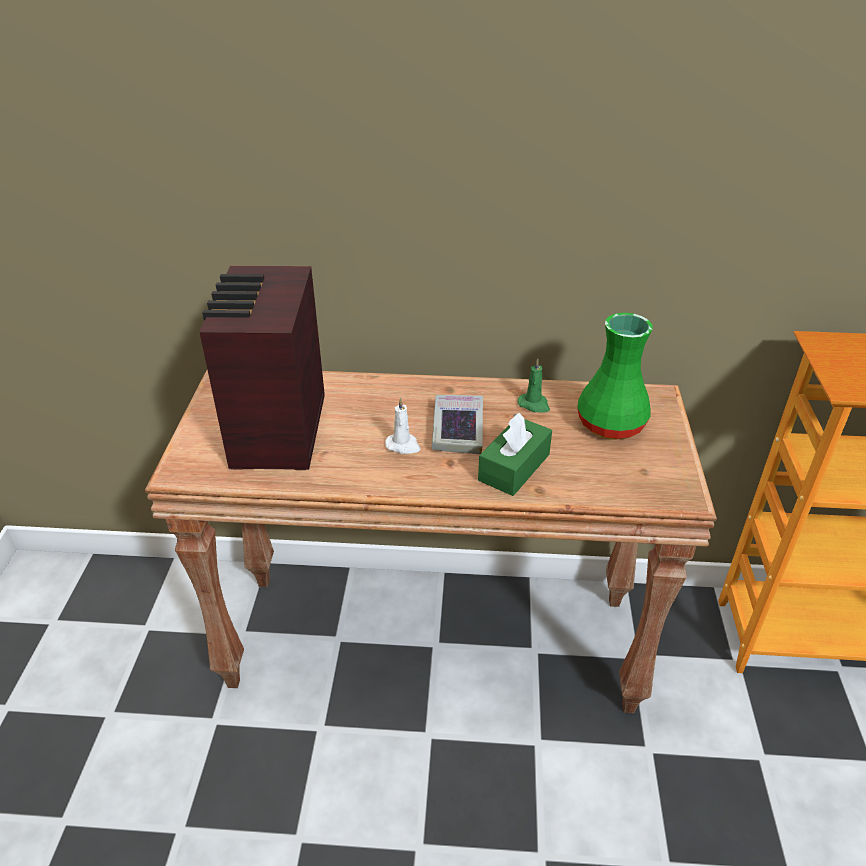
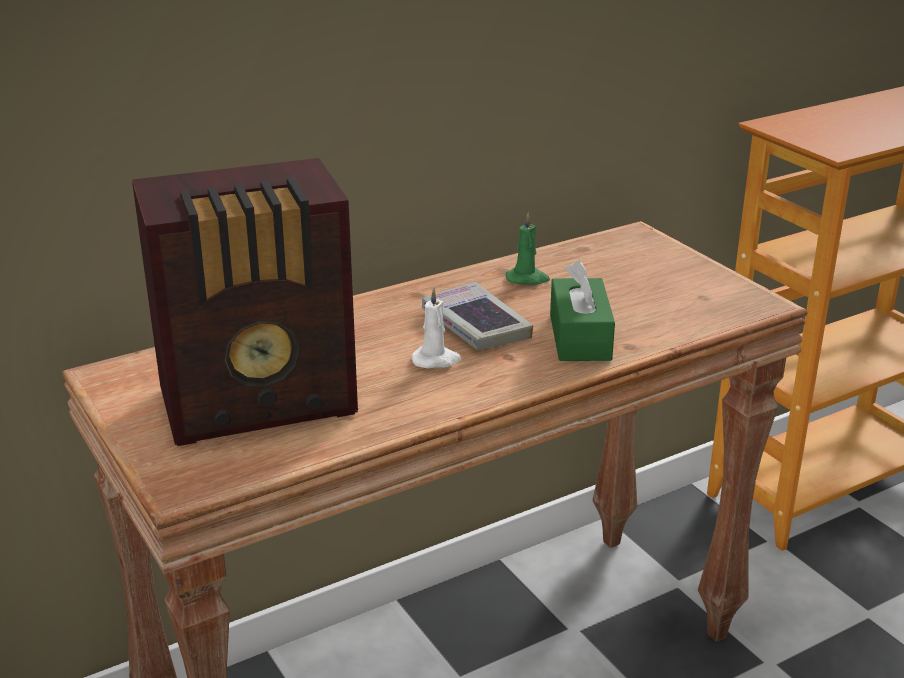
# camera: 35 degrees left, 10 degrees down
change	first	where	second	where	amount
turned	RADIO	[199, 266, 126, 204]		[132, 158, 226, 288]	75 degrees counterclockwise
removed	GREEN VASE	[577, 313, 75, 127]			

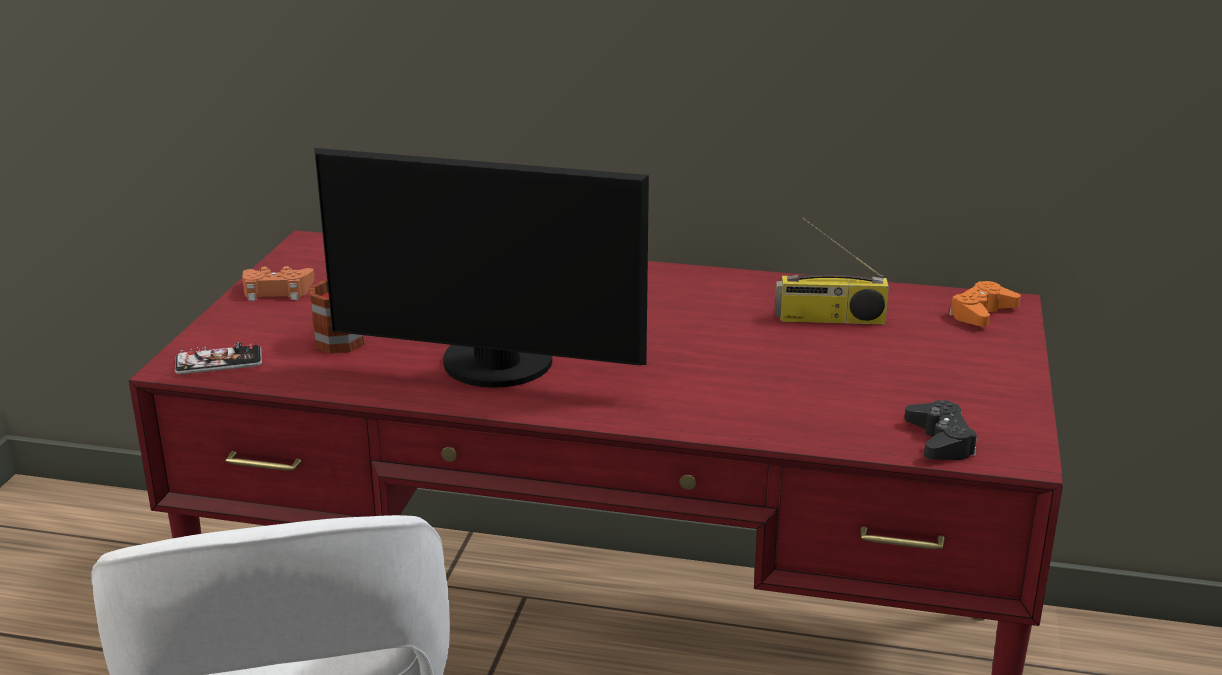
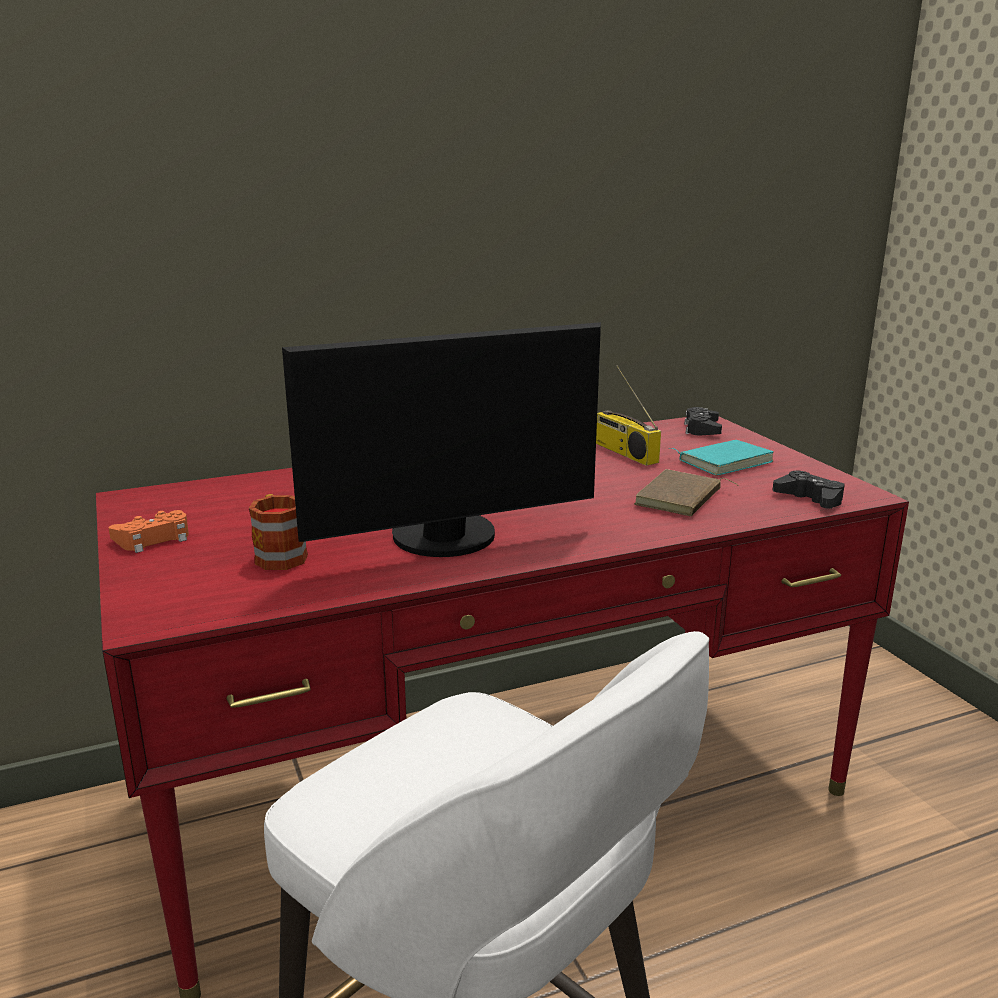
# camera: 35 degrees left, 5 degrees down
change	first	where	second	where	amount
turned	RADIO	[775, 218, 114, 106]		[596, 365, 65, 101]	90 degrees clockwise
recoloured	ORANGE GAME CONTROLLER	[949, 281, 72, 46]	BLACK GAME CONTROLLER	[684, 407, 38, 28]	
removed	PHONE	[175, 342, 87, 32]			
added			TURQUOISE BOOK	[669, 440, 105, 35]	
added			BROWN BOOK	[634, 469, 105, 48]	

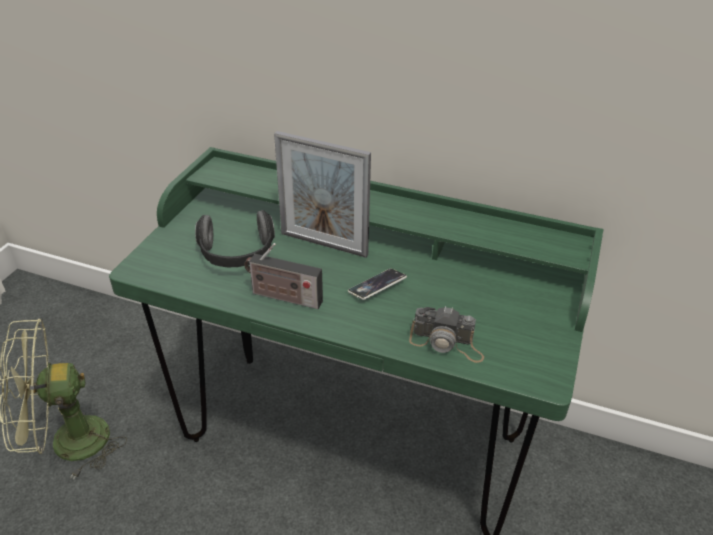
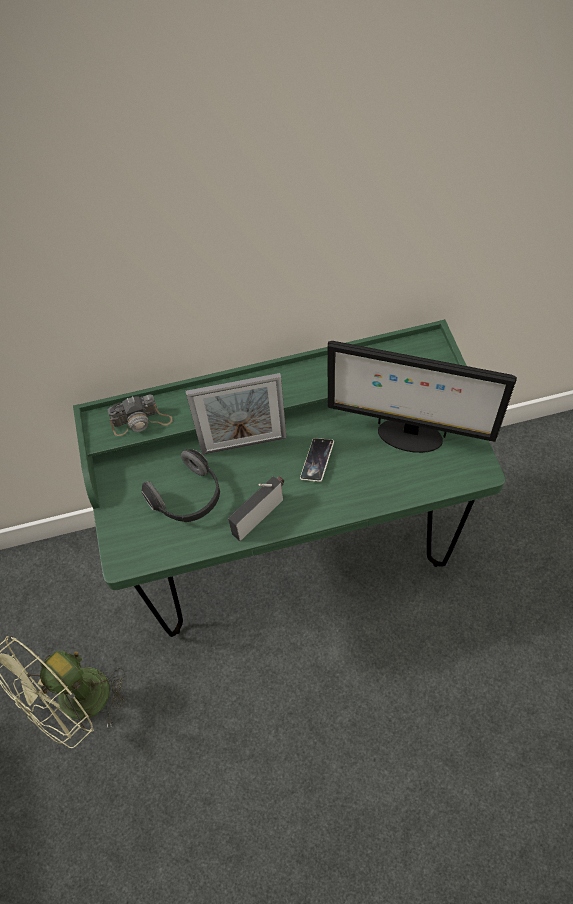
# camera: 30 degrees left, 20 degrees up
change	first	where	second	where	amount
turned	RADIO	[244, 243, 79, 66]		[228, 476, 56, 65]	150 degrees clockwise
moved	PHOTO CAMERA	[409, 306, 75, 57]		[108, 394, 65, 42]	
added			MONITOR	[327, 341, 190, 112]	

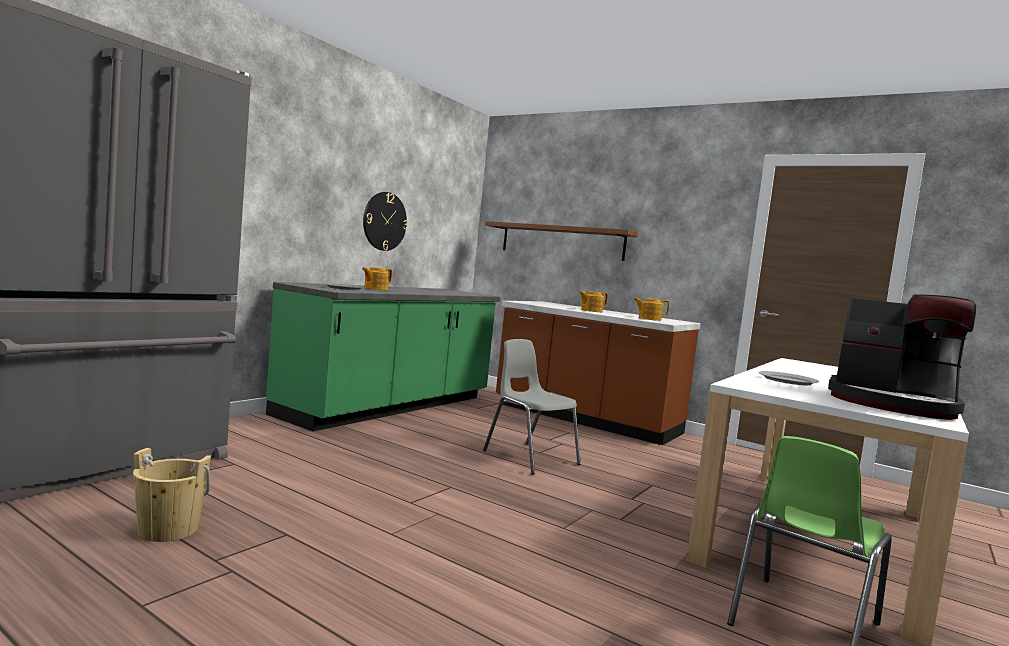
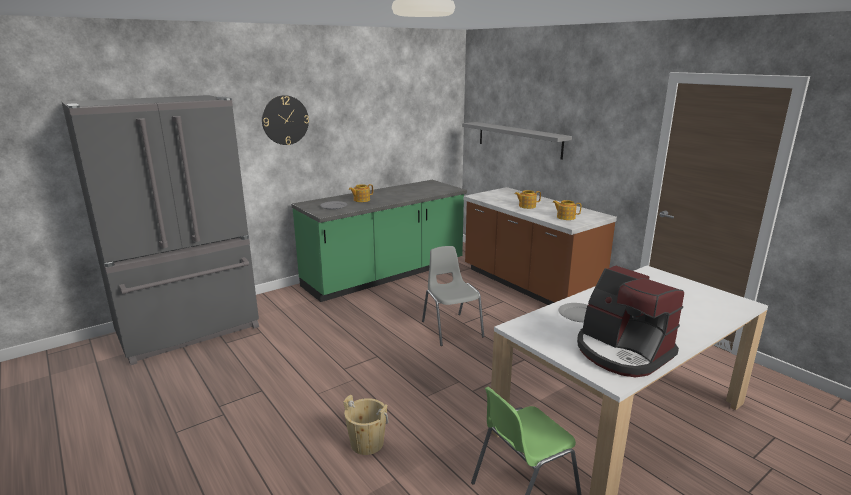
# camera: 20 degrees right, 15 degrees up
change	first	where	second	where	amount
moved	WALL CLOCK	[363, 192, 45, 59]		[262, 95, 47, 50]	
recoloured	BROWN SHELF	[485, 221, 153, 40]	GREY SHELF	[462, 122, 110, 38]	
moved	BEIGE BUCKET	[133, 448, 78, 94]		[343, 394, 45, 61]	

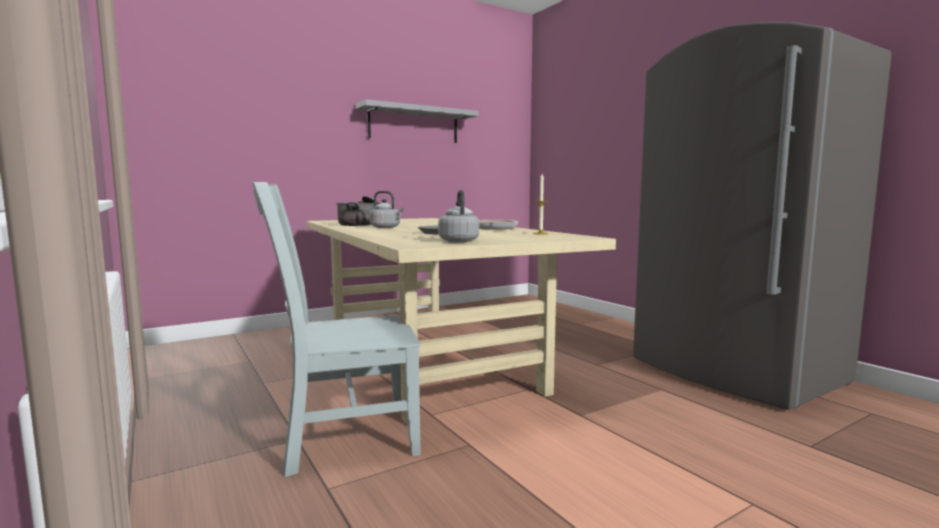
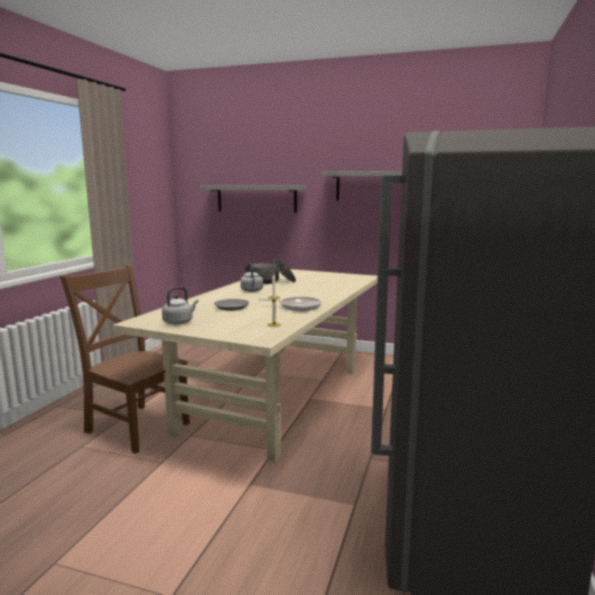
# camera: 50 degrees right, 5 degrees up
change	first	where	second	where	amount
recoloured	GREY CHAIR	[252, 182, 169, 295]	BROWN CHAIR	[60, 265, 130, 189]	
added			GREY SHELF	[199, 185, 107, 28]	

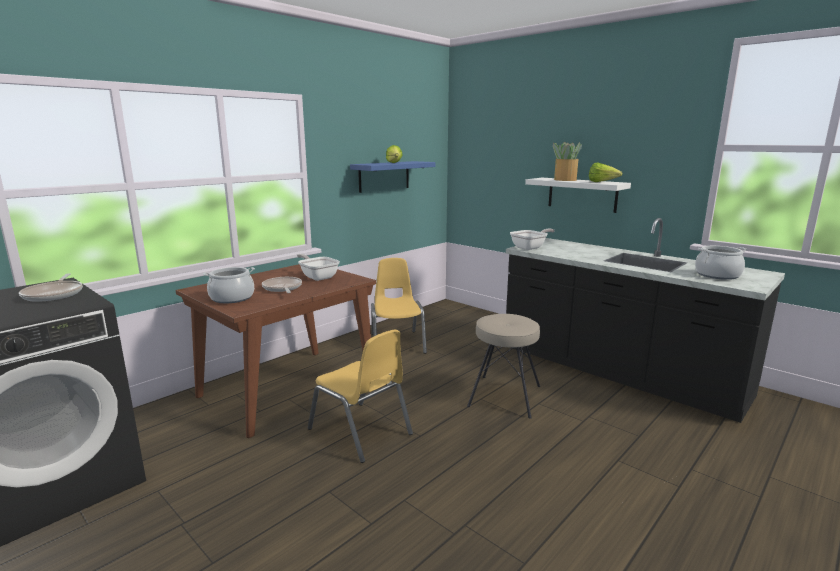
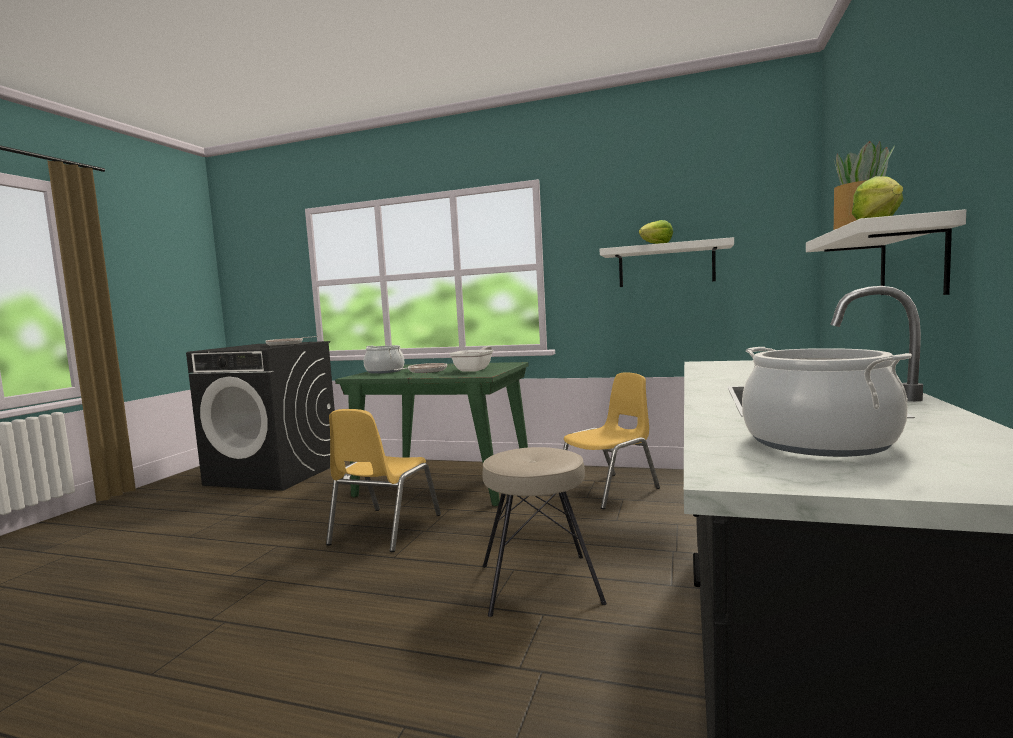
# camera: 65 degrees right, 10 degrees down
change	first	where	second	where	amount
recoloured	BLUE SHELF	[350, 161, 85, 32]	WHITE SHELF	[600, 237, 134, 50]	
removed	FRYING PAN	[510, 228, 45, 22]			
recoloured	BROWN DINING TABLE	[176, 264, 200, 174]	GREEN DINING TABLE	[335, 362, 194, 144]	

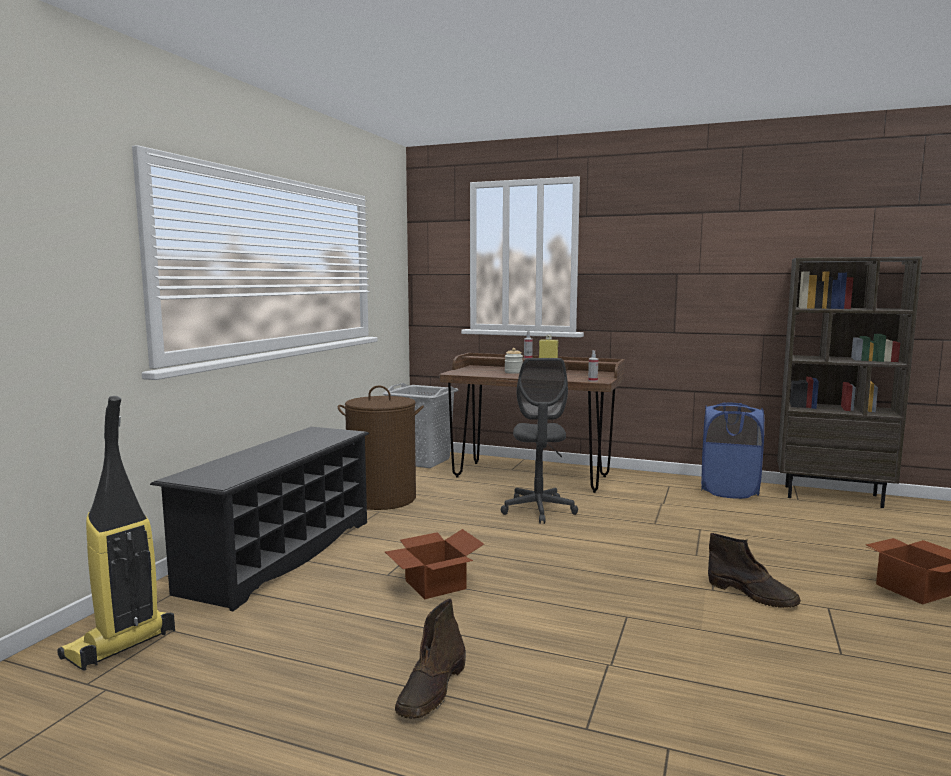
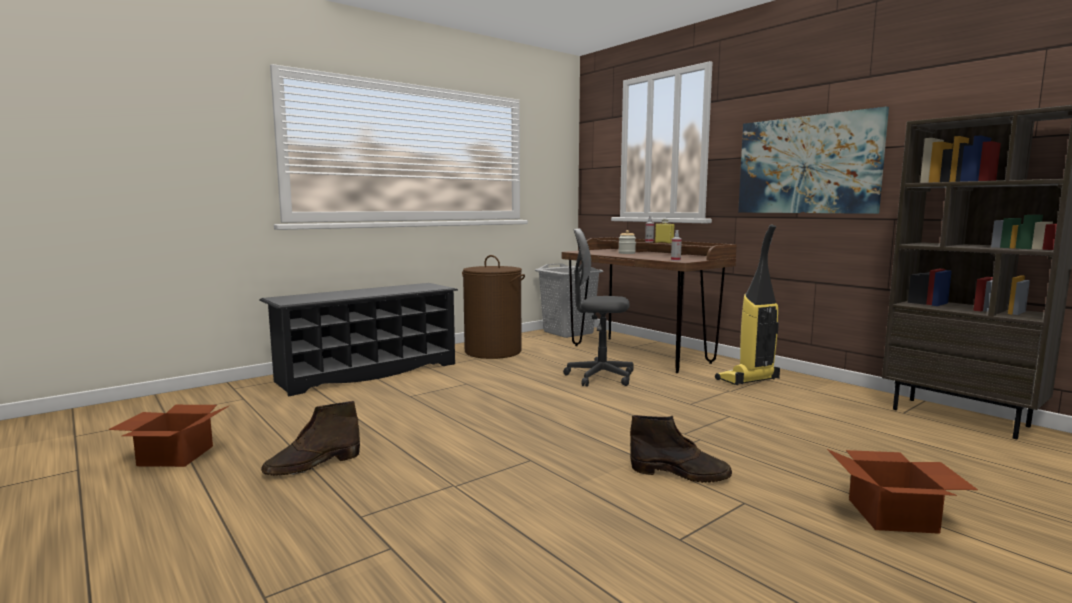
# camera: 30 degrees right, 0 degrees up
change	first	where	second	where	amount
turned	GREY OFFICE CHAIR	[501, 358, 77, 166]		[563, 228, 71, 159]	75 degrees clockwise
moved	VACUUM CLEANER	[57, 396, 118, 275]		[715, 225, 65, 160]	
removed	BLUE LAUNDRY BASKET	[701, 402, 63, 97]			
moved	CARDBOARD BOX	[385, 529, 99, 70]		[108, 405, 122, 62]	
turned	BROWN BOOT	[708, 533, 93, 75]		[630, 415, 102, 68]	60 degrees counterclockwise
added			PICTURE	[738, 106, 151, 108]	

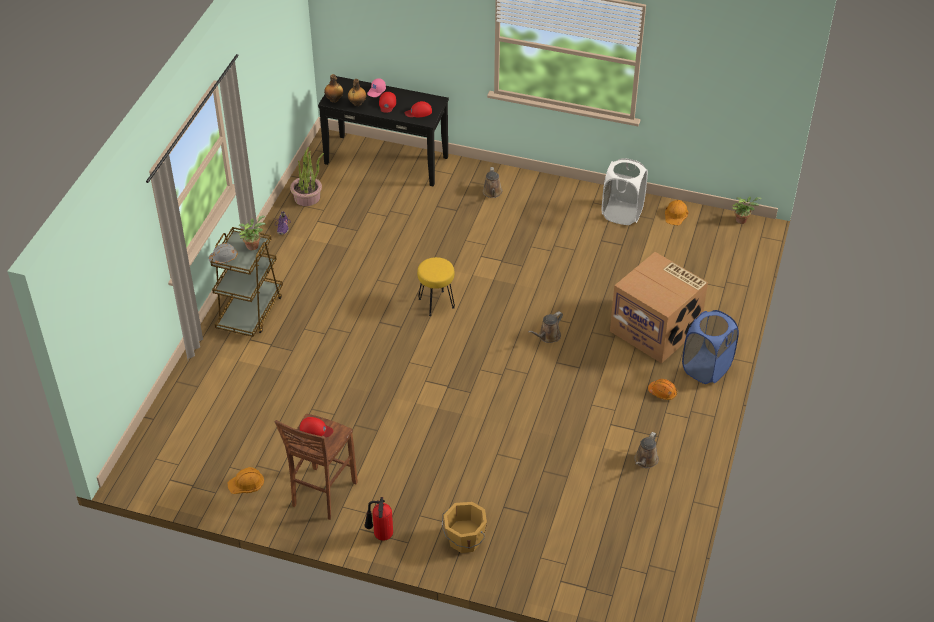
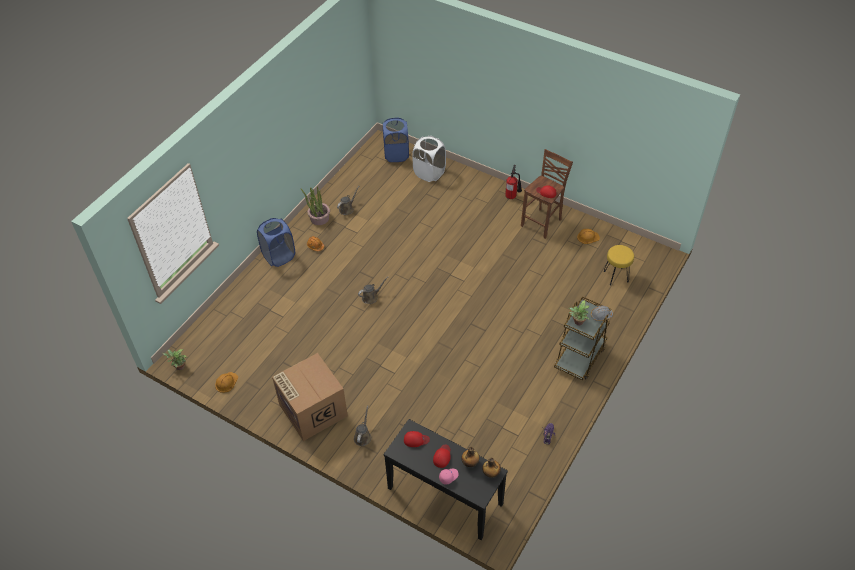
# camera: 165 degrees left, 5 degrees up
change	first	where	second	where	amount
moved	POTTED PLANT	[290, 147, 34, 59]		[301, 186, 29, 39]	
moved	WHITE LAUNDRY BASKET	[602, 158, 46, 67]		[412, 136, 34, 46]	
moved	CARDBOARD BOX	[610, 252, 98, 112]		[272, 353, 76, 88]	
moved	YELLOW STOOL	[417, 257, 38, 59]		[604, 245, 30, 40]	
removed	ORANGE BUCKET	[442, 502, 45, 51]			
added			BLUE LAUNDRY BASKET	[383, 118, 26, 44]	

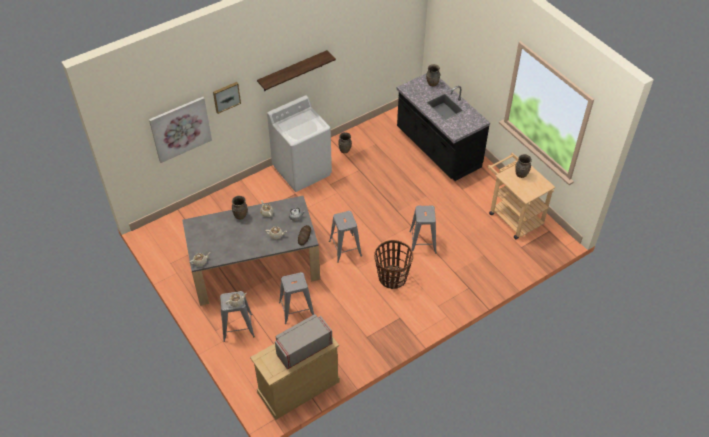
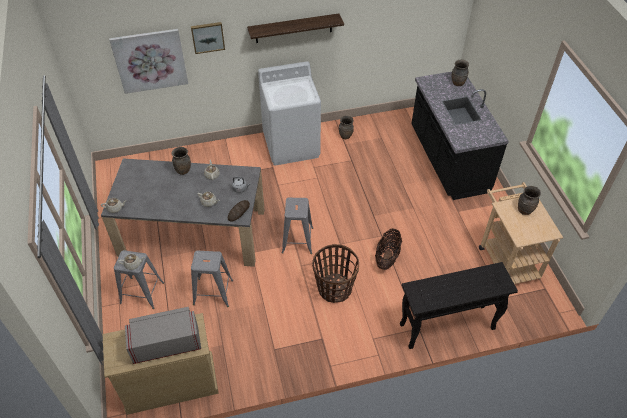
# camera: 20 degrees right, 0 degrees up
change	first	where	second	where	amount
replaced	GREY STOOL	[409, 205, 28, 49]	BASKET	[375, 228, 27, 42]	
added			BLACK CONSOLE TABLE	[400, 262, 118, 87]	

